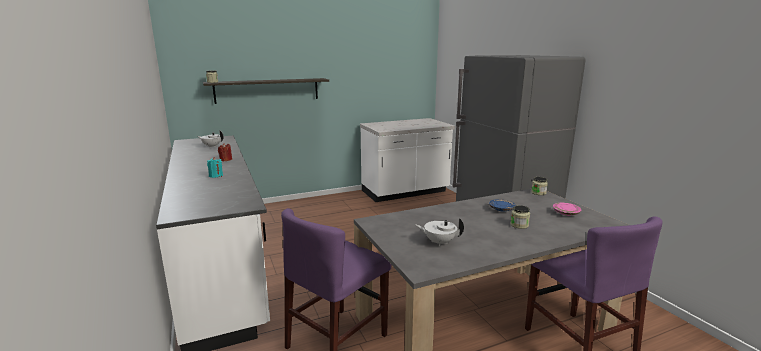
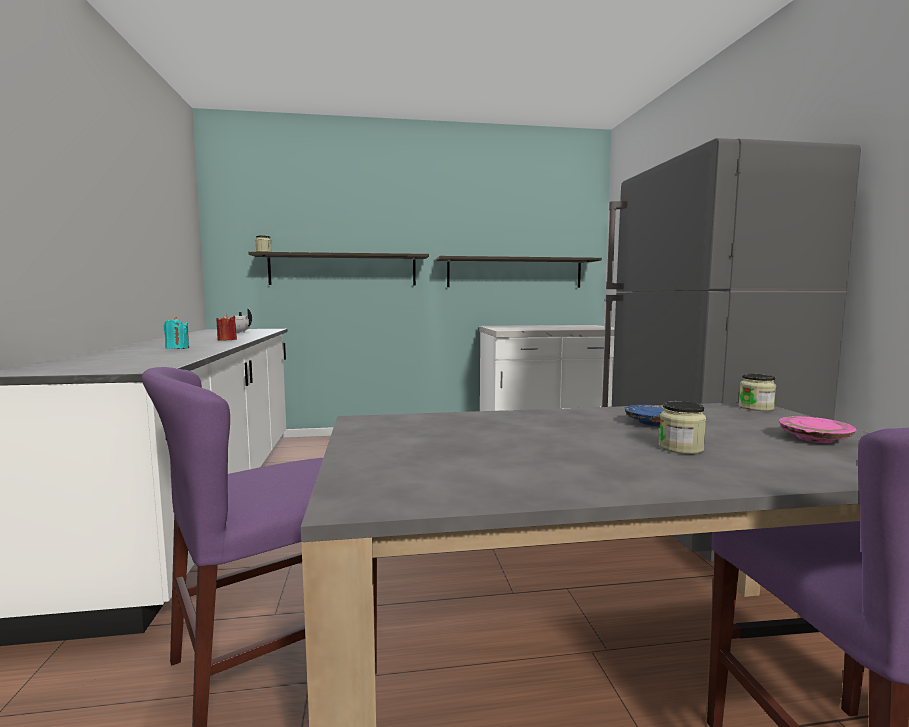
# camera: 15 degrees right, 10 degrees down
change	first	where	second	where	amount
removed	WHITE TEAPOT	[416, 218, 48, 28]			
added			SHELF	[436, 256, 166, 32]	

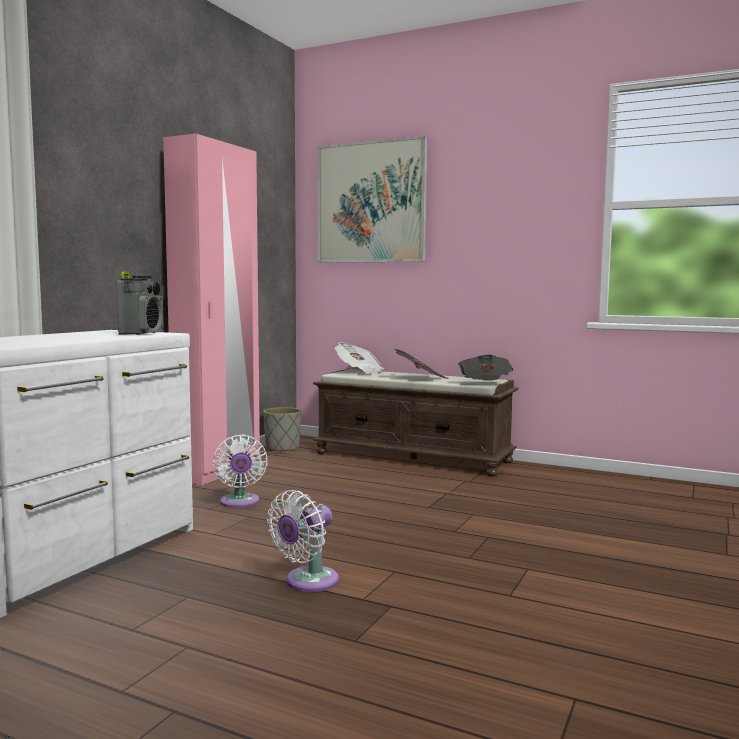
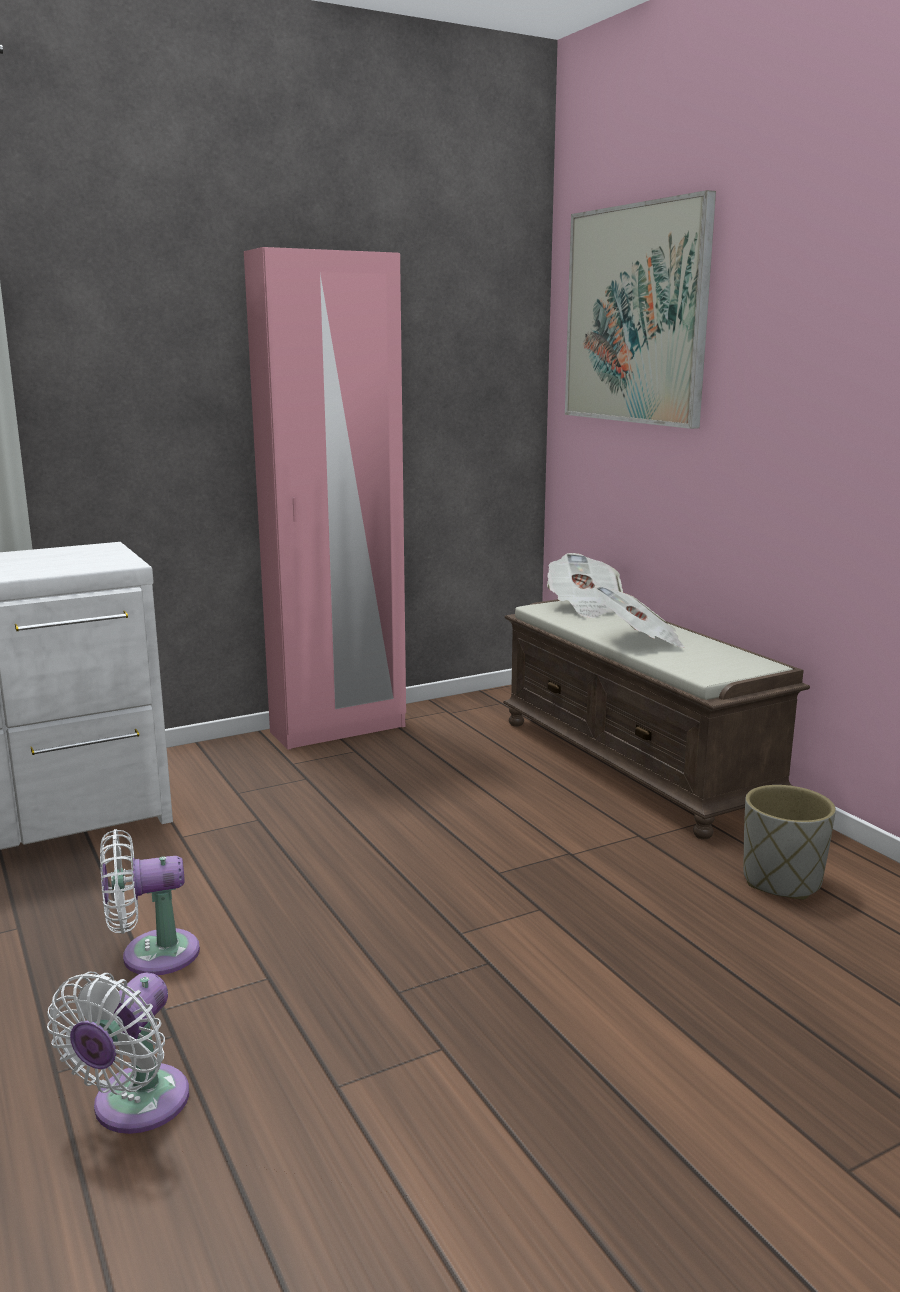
# camera: 35 degrees right, 10 degrees up
change	first	where	second	where	amount
removed	RADIO	[117, 272, 47, 63]			
removed	NEWSPAPER	[458, 355, 55, 26]			
moved	GREY PLANTER	[263, 407, 38, 44]		[743, 785, 93, 115]	
moved	WHITE FAN	[213, 434, 55, 74]		[47, 972, 142, 162]	

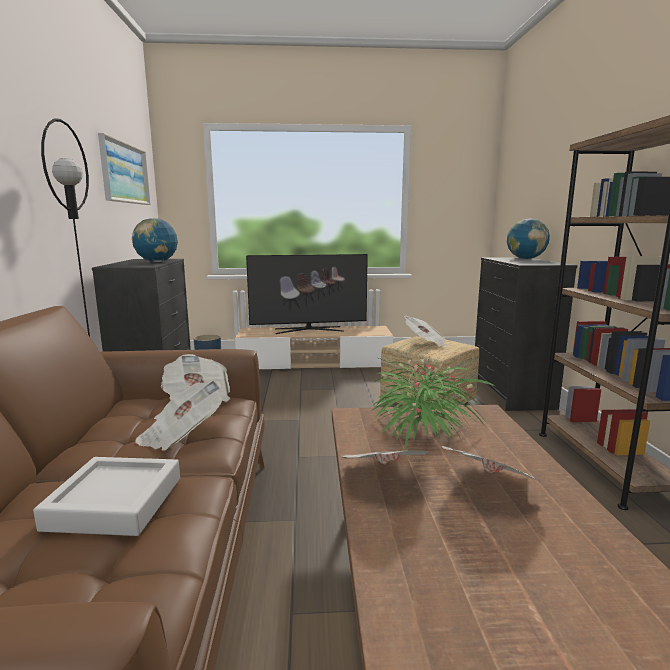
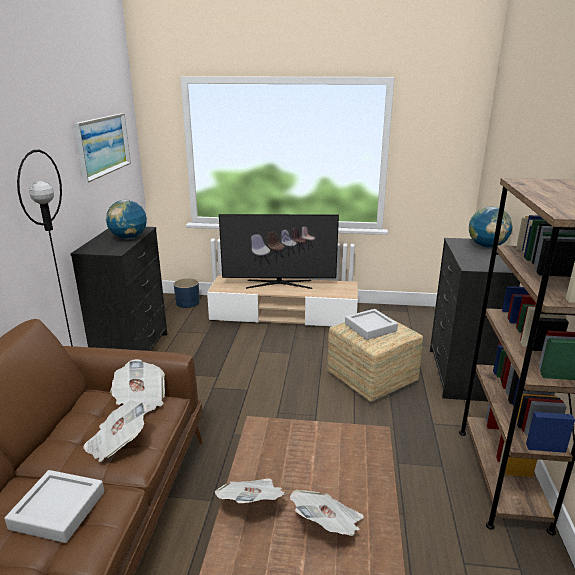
# camera: 10 degrees right, 10 degrees up
change	first	where	second	where	amount
replaced	NEWSPAPER	[404, 316, 41, 31]	GREY TRAY	[345, 309, 53, 31]	
removed	POTTED PLANT	[373, 358, 122, 93]			

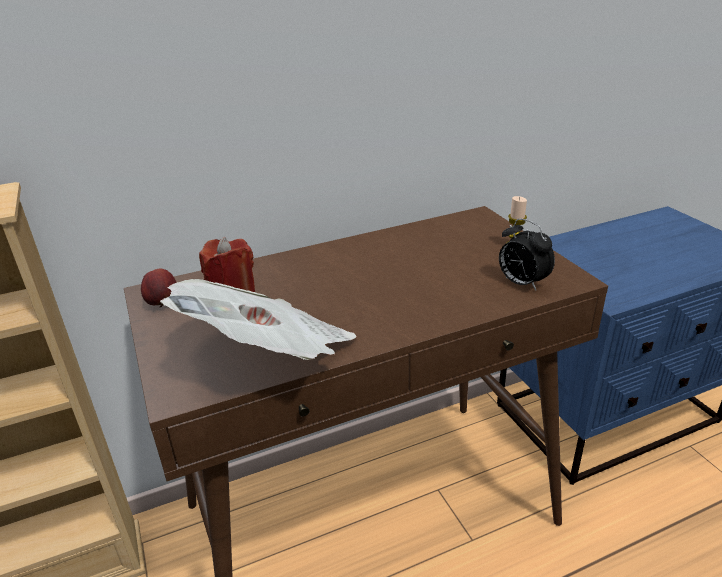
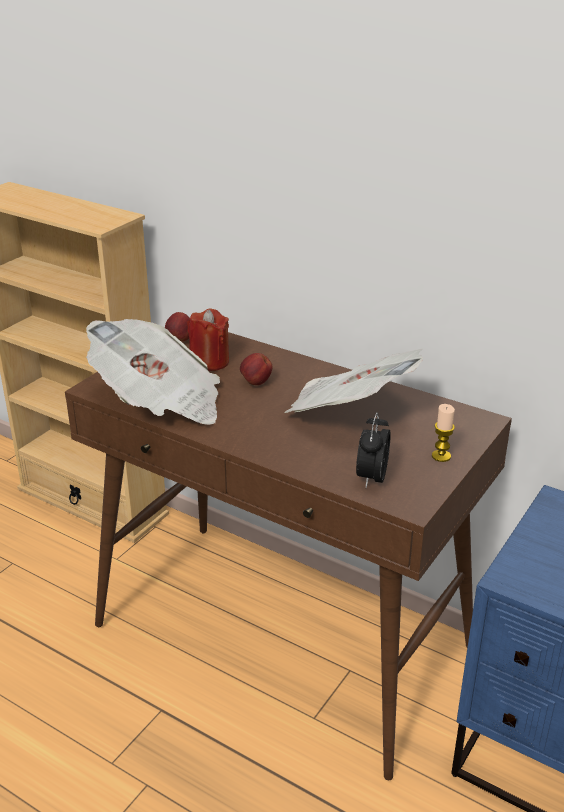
# camera: 55 degrees right, 0 degrees up
change	first	where	second	where	amount
added			NEWSPAPER	[285, 349, 138, 64]	
added			APPLE	[240, 353, 32, 32]	

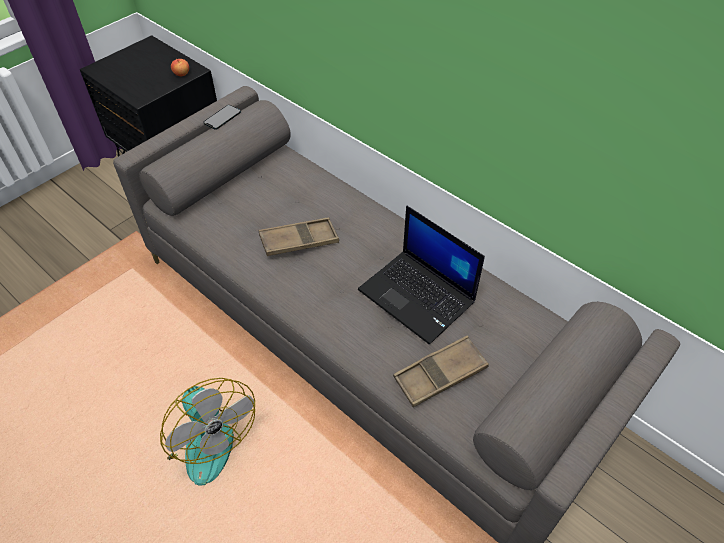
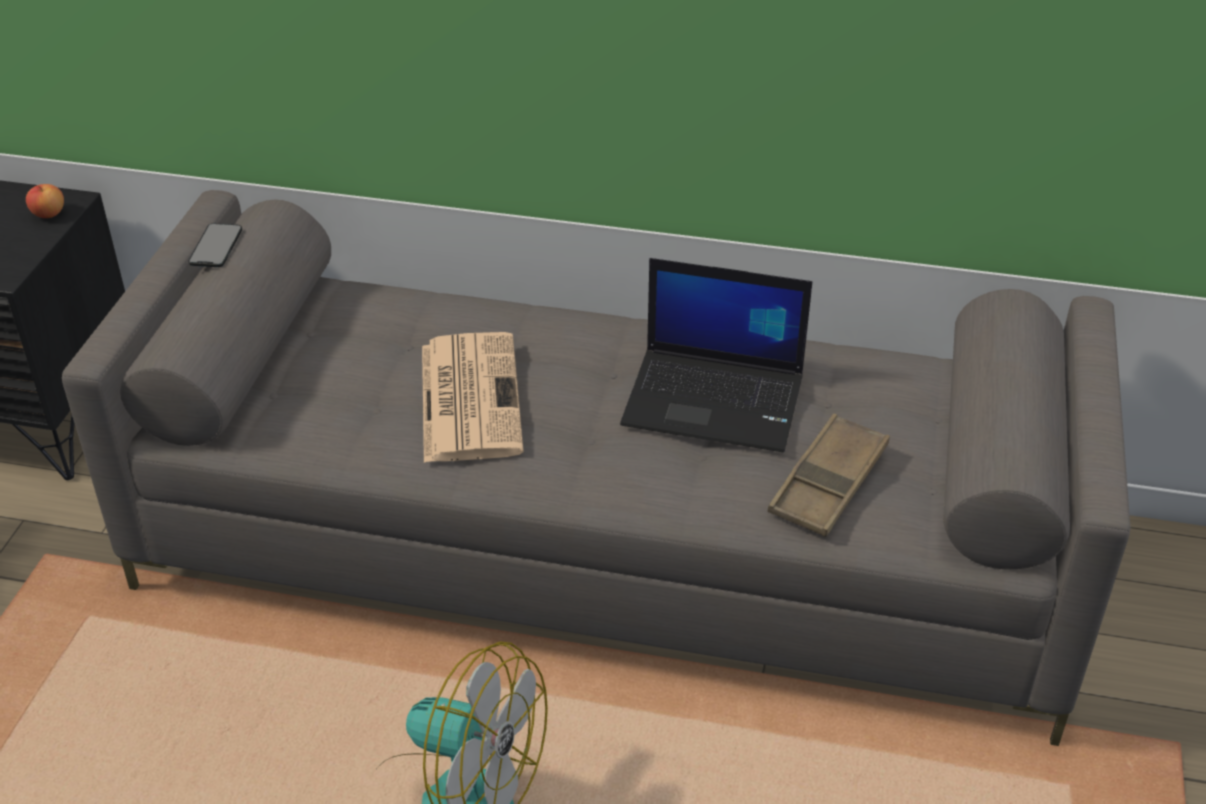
# camera: 30 degrees left, 10 degrees down
change	first	where	second	where	amount
replaced	BROWN TRAY	[259, 217, 80, 39]	NEWSPAPER	[422, 332, 102, 131]	

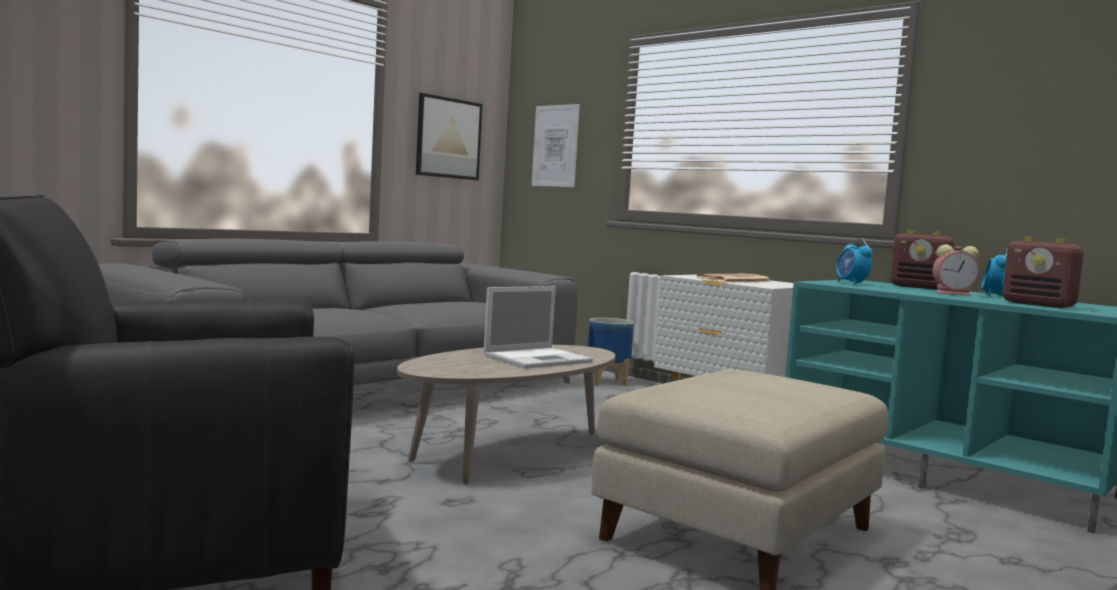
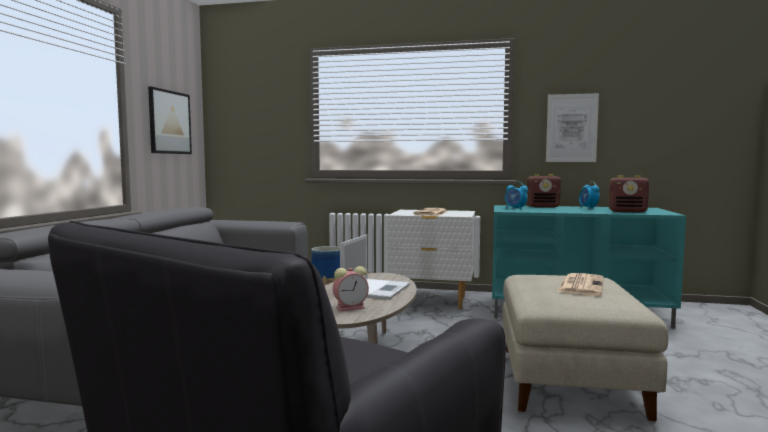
# camera: 30 degrees left, 0 degrees up
change	first	where	second	where	amount
moved	PICTURE	[531, 104, 49, 83]		[546, 93, 53, 69]	
moved	ALARM CLOCK	[933, 244, 46, 52]		[333, 266, 36, 45]	
added			NEWSPAPER	[557, 273, 47, 23]	

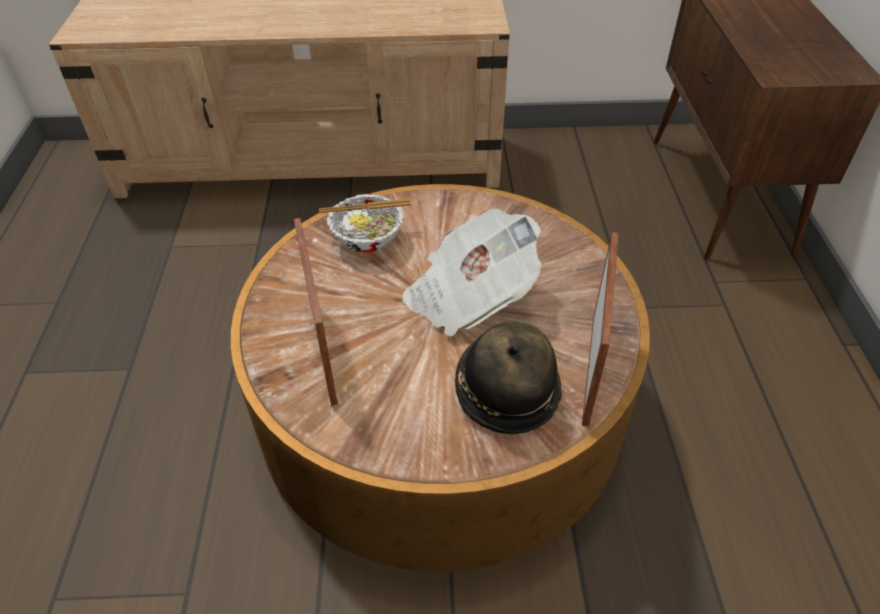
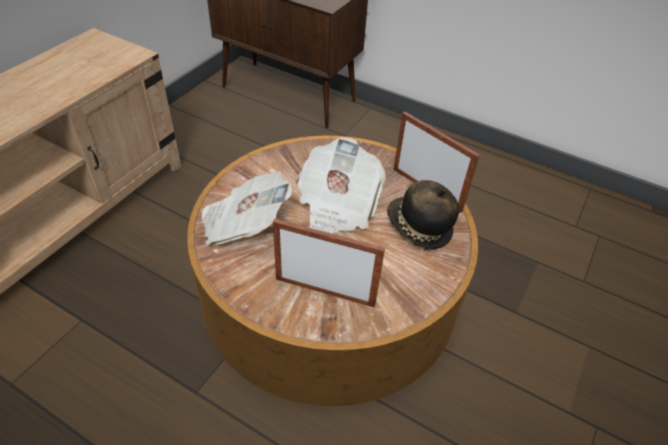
# camera: 60 degrees left, 0 degrees up
change	first	where	second	where	amount
replaced	BOWL	[319, 194, 92, 59]	NEWSPAPER	[201, 171, 91, 74]	

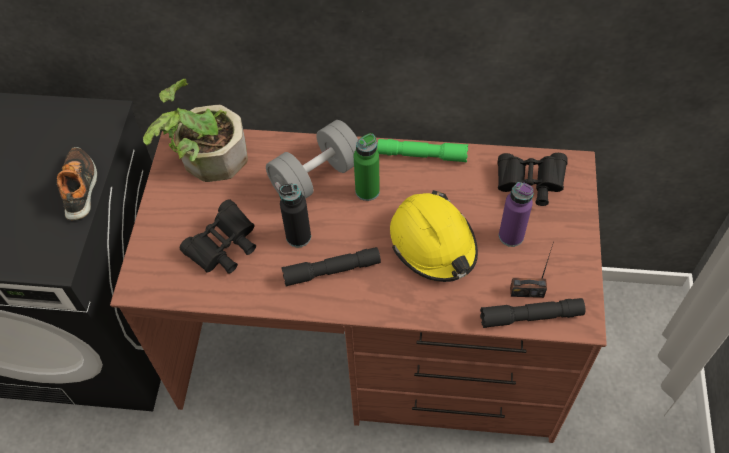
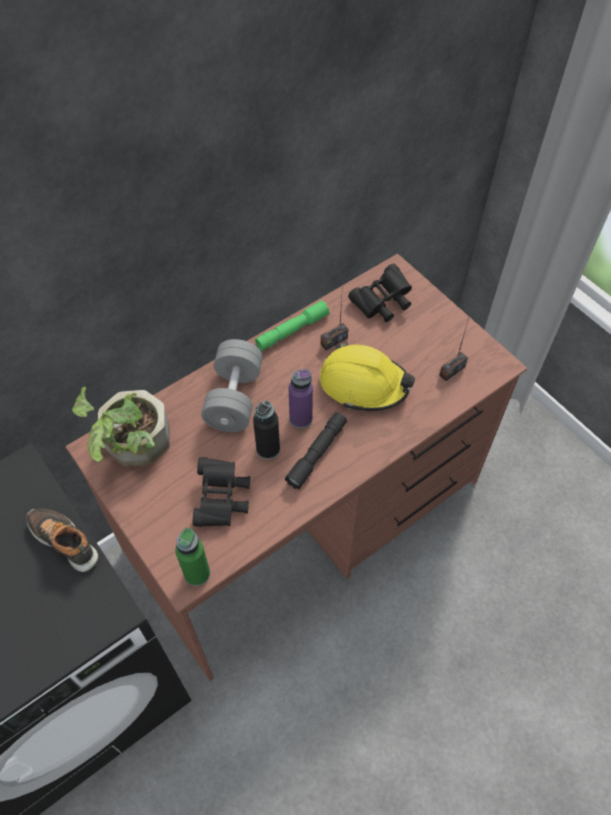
# camera: 45 degrees left, 0 degrees up
change	first	where	second	where	amount
moved	GREEN BOTTLE	[354, 133, 26, 68]		[175, 528, 35, 58]	
moved	PURPLE BOTTLE	[499, 182, 35, 65]		[289, 369, 24, 59]	
removed	BLACK FLASHLIGHT	[480, 298, 105, 30]			
added			RADIO	[321, 285, 27, 65]	

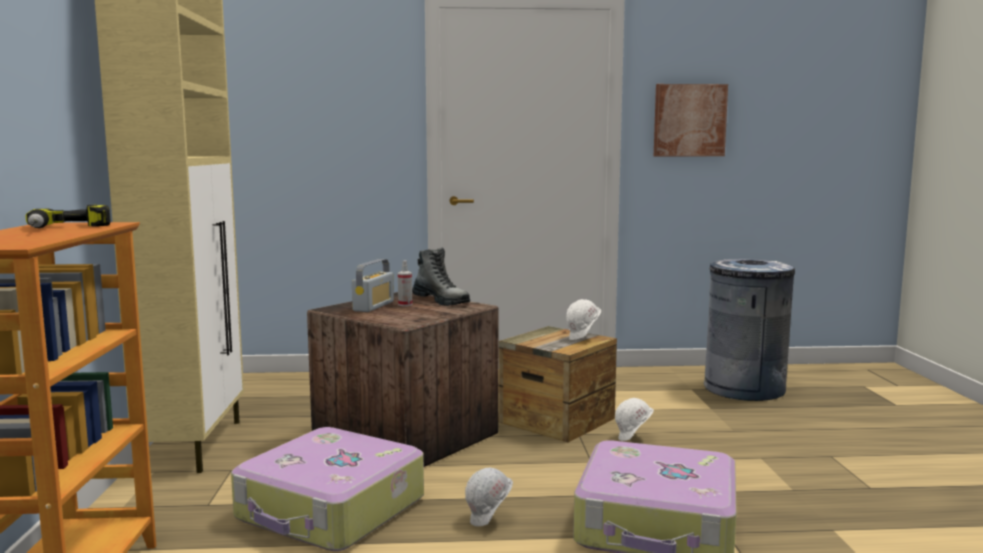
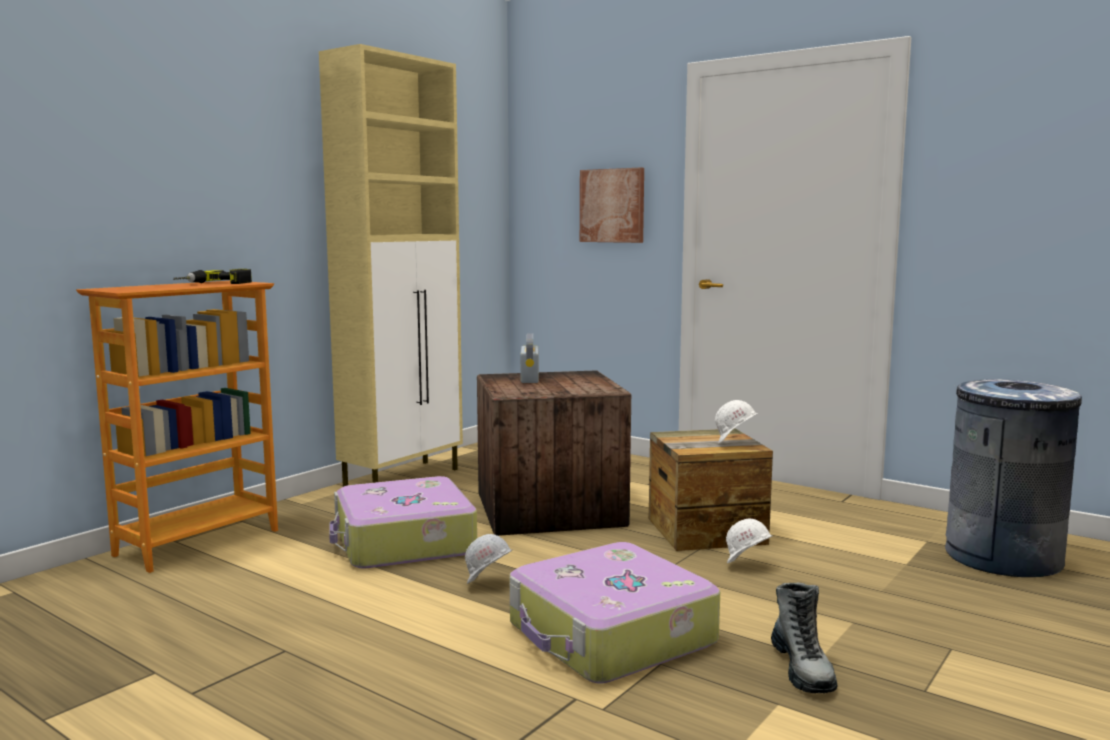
# camera: 40 degrees right, 0 degrees up
change	first	where	second	where	amount
moved	PICTURE	[654, 84, 74, 72]		[580, 168, 64, 75]	
moved	BOOT	[412, 248, 58, 58]		[771, 582, 66, 111]	
turned	RADIO	[352, 259, 42, 53]		[520, 333, 19, 50]	60 degrees counterclockwise
removed	SPRAY BOTTLE	[398, 260, 14, 46]			

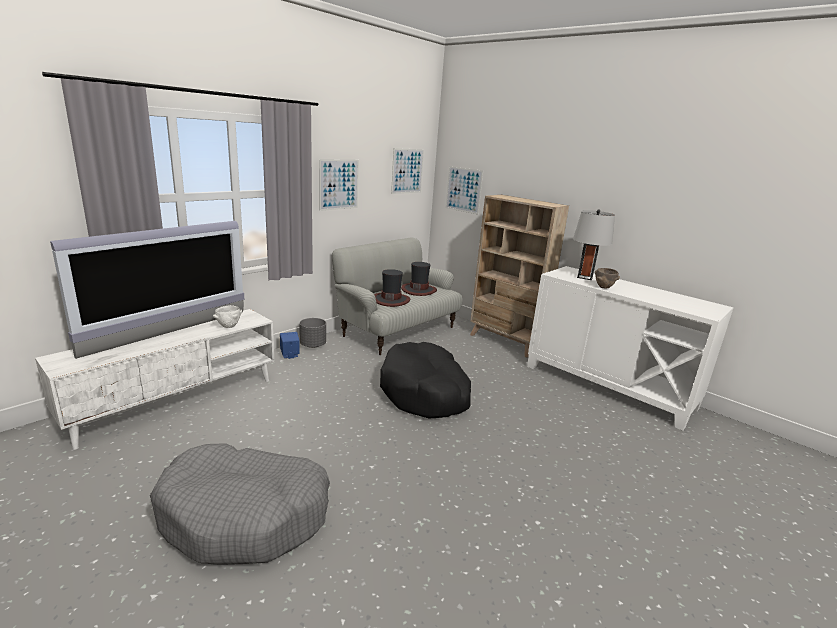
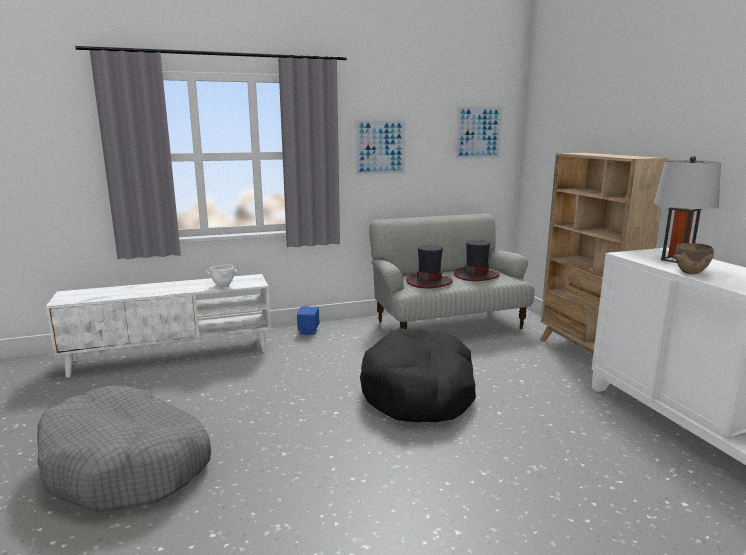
# camera: 30 degrees right, 5 degrees down
change	first	where	second	where	amount
removed	PICTURE	[446, 166, 37, 49]			
removed	TELEVISION	[50, 221, 195, 138]			
removed	GREY PLANTER	[299, 318, 27, 30]			

